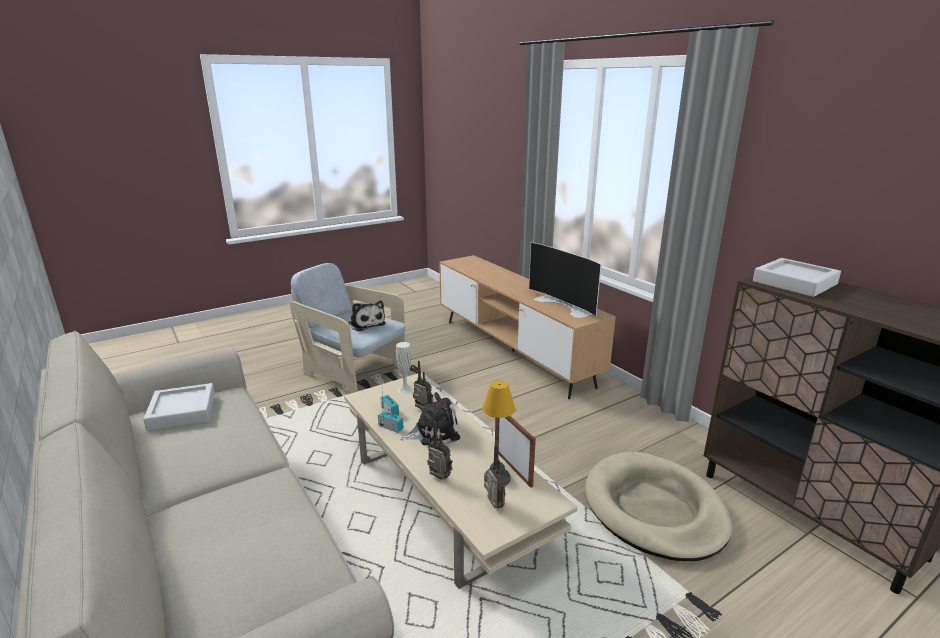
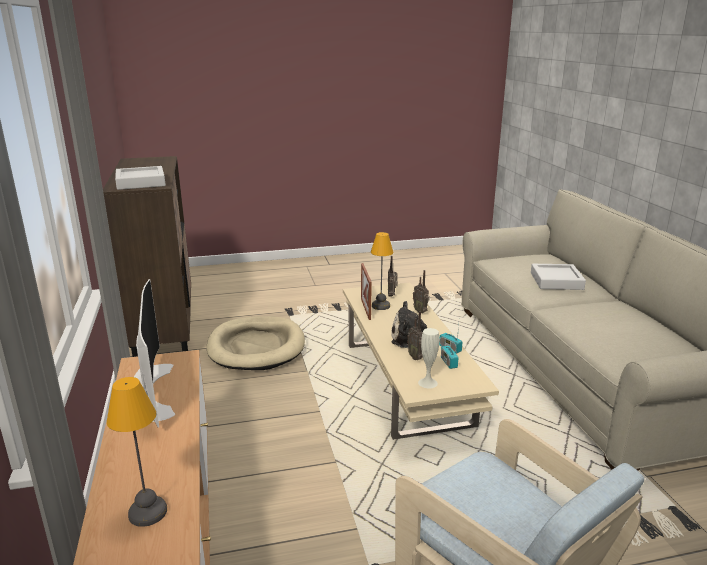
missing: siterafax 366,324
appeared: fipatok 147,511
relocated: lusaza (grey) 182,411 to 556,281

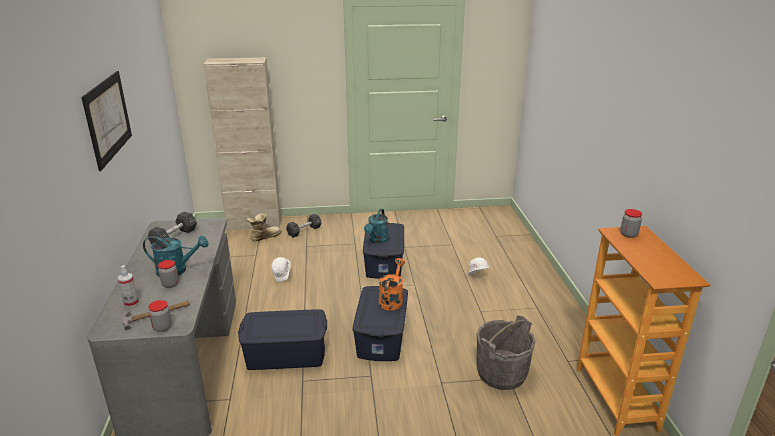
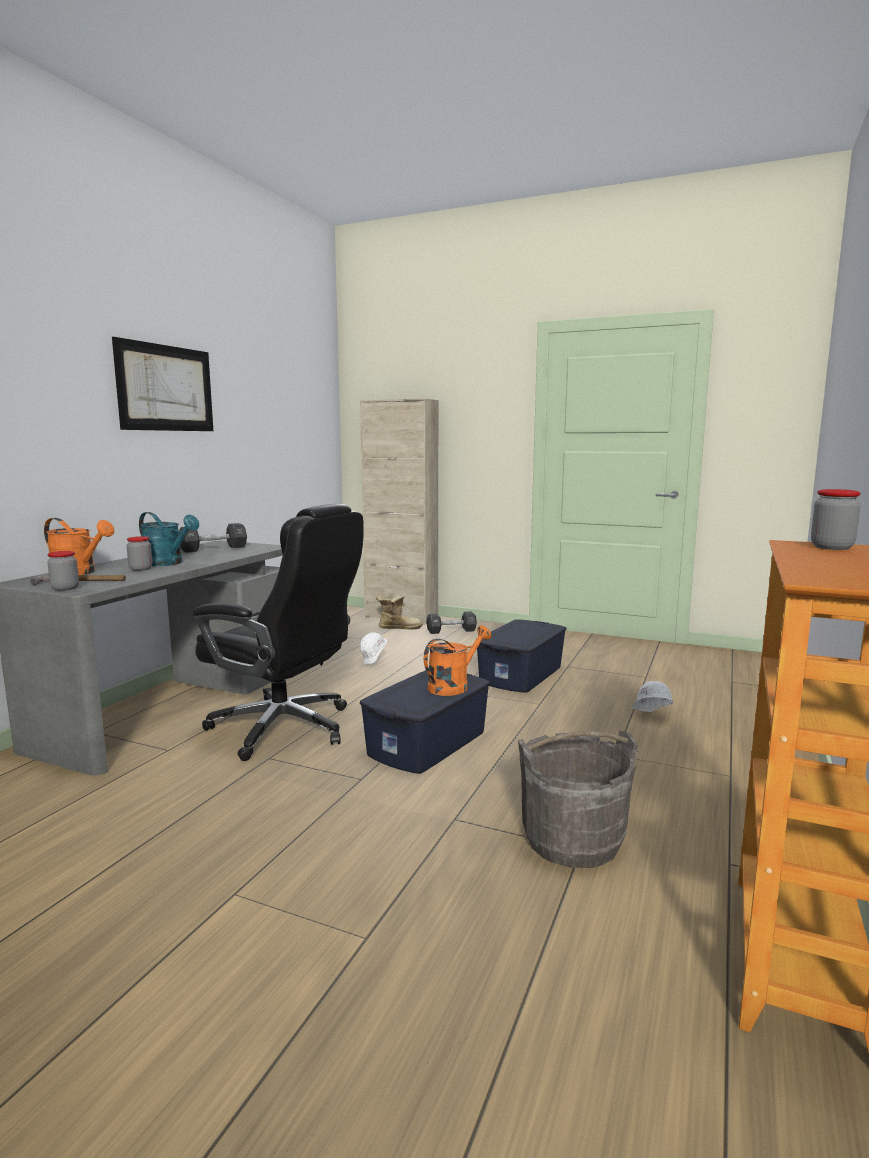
missing: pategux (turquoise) 377,240
exchanged: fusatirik 131,303 to pategux (orange) 79,573; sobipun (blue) 286,354 to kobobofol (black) 285,728

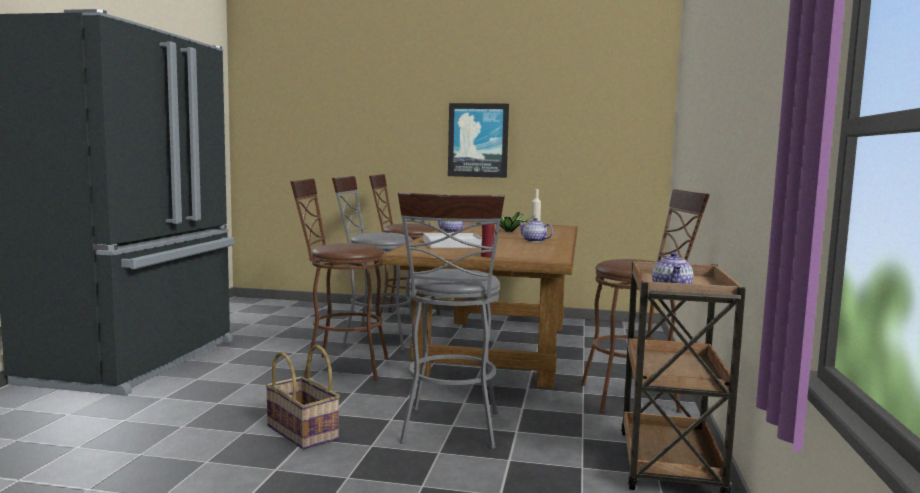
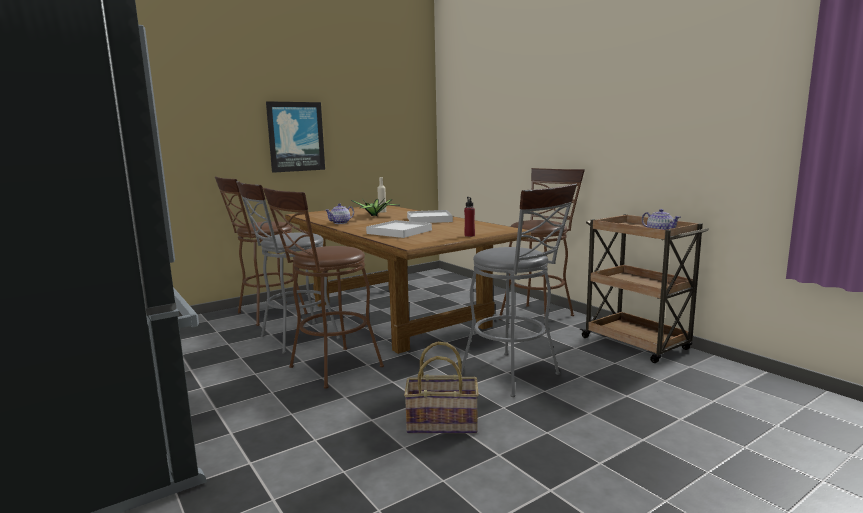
exchanged: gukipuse 534,241 to lusaza (white) 429,219

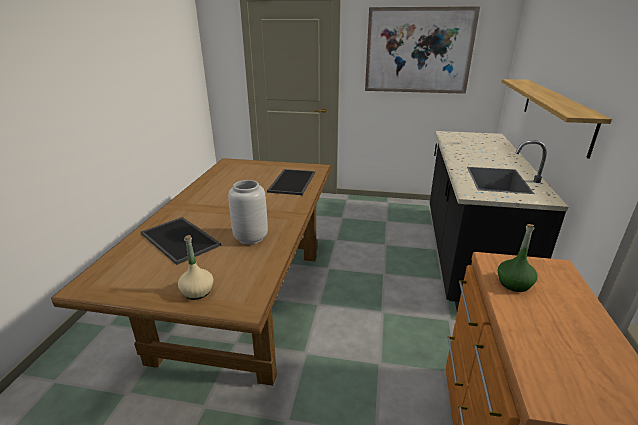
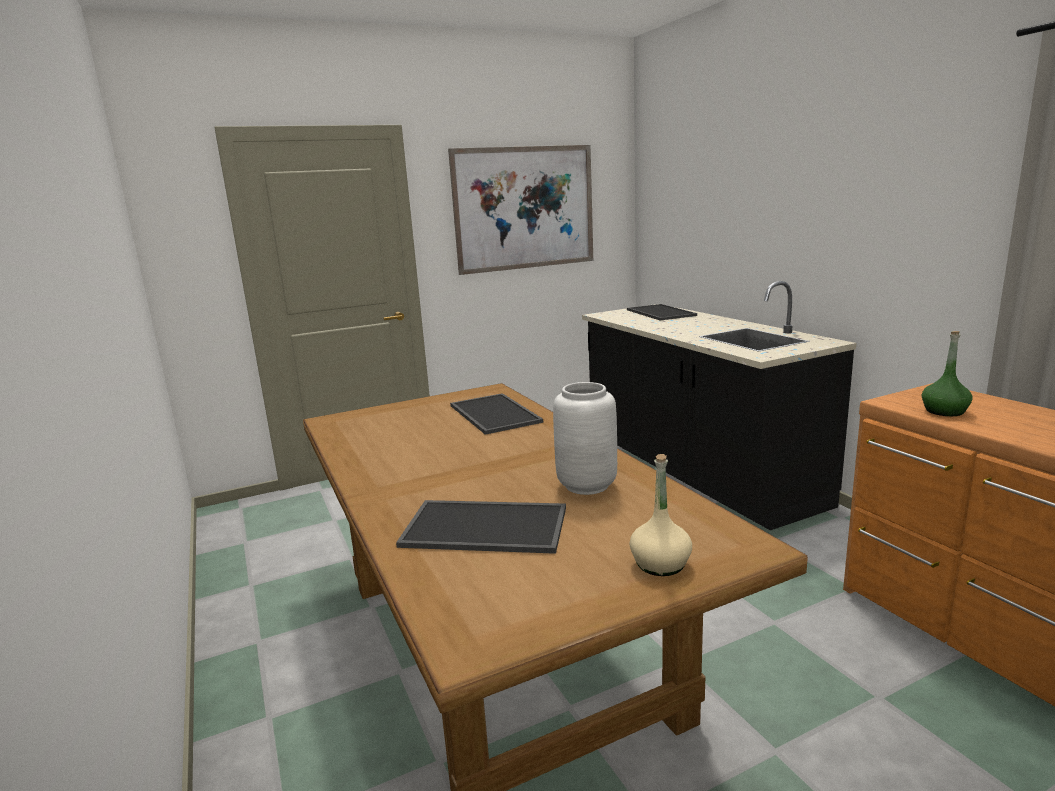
missing: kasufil 555,112
appeared: lusaza 659,313

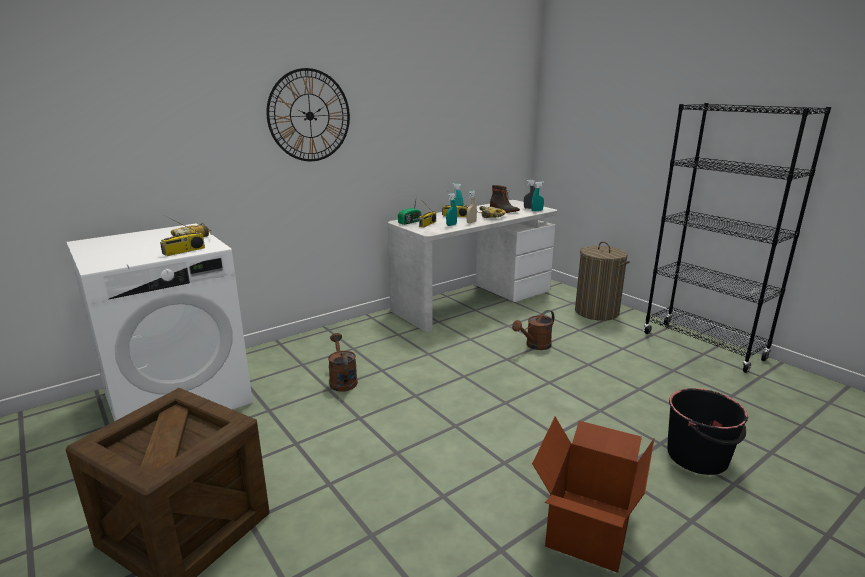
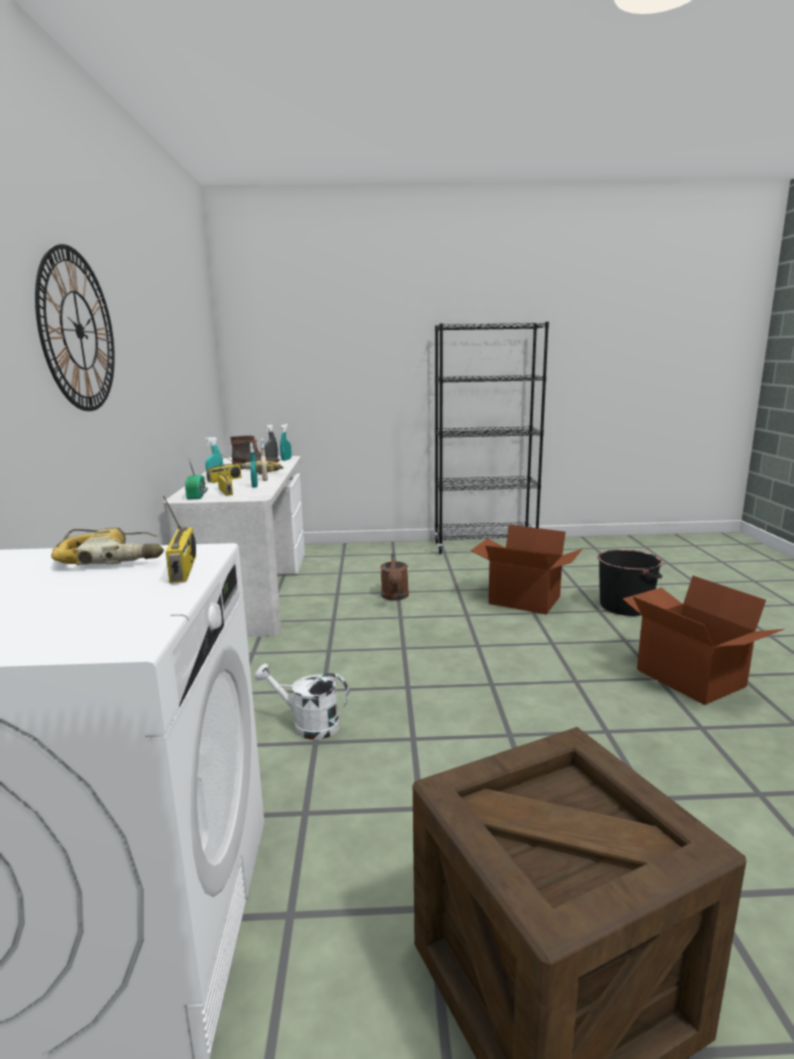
missing: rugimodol 596,312
appeared: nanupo 523,601
colour: pategux (brown) 342,380 to pategux (white) 308,725

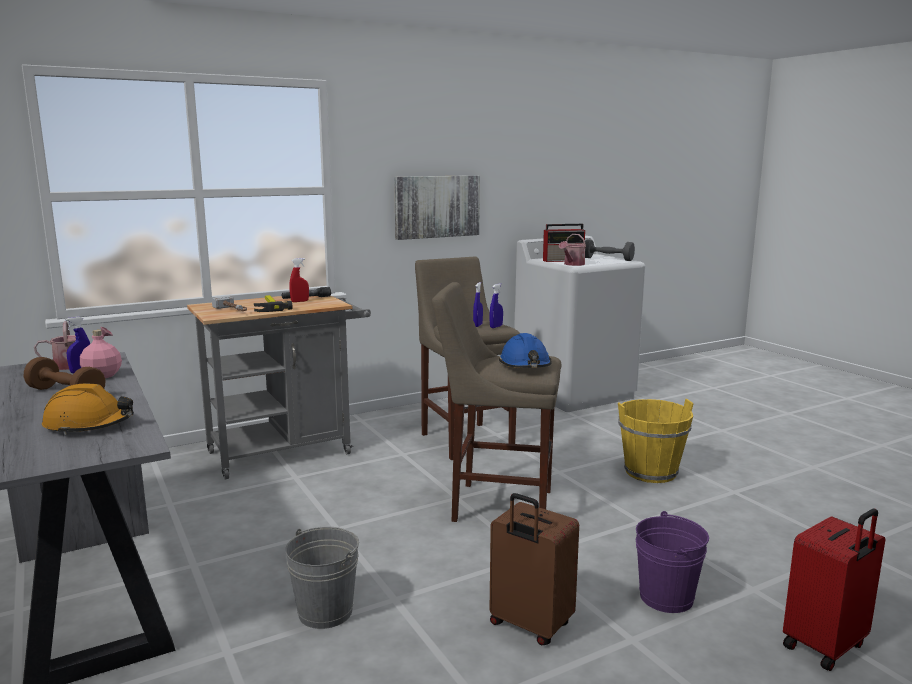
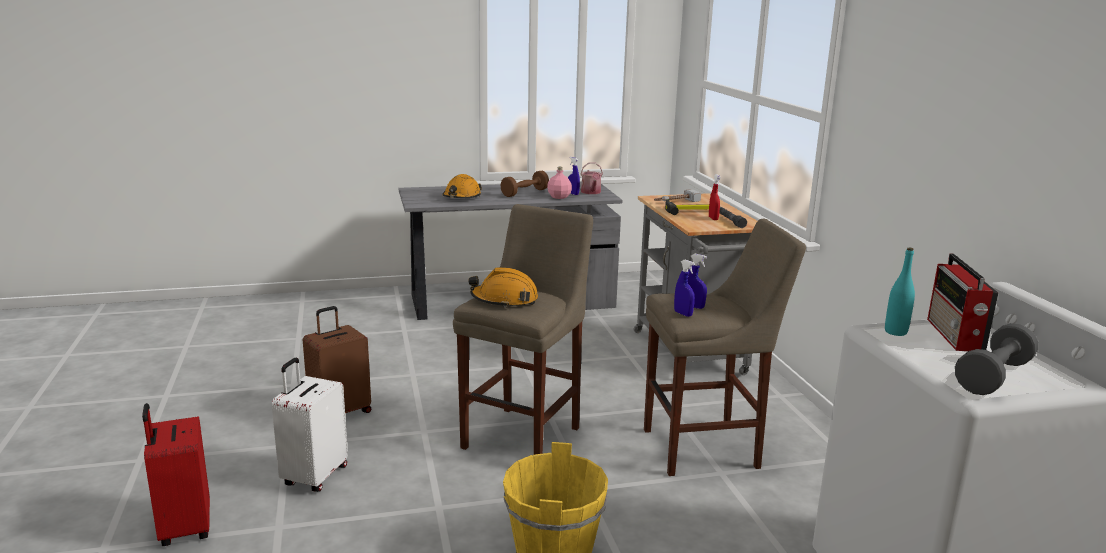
missing: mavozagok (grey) 325,612; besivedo 437,206
exchanged: pategux 572,264 to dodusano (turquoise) 895,332; mavozagok (purple) 666,597 to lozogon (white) 314,476
colour: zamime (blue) 525,365 to zamime (orange) 504,300

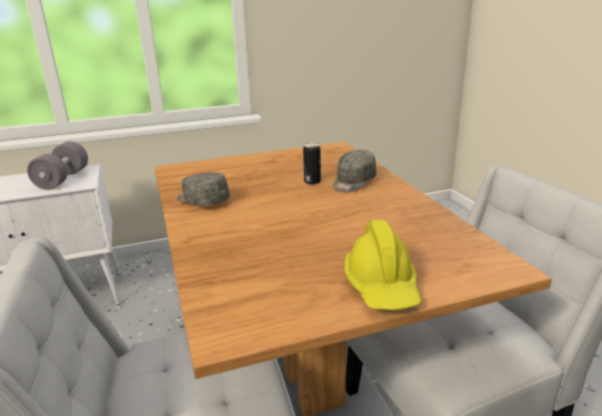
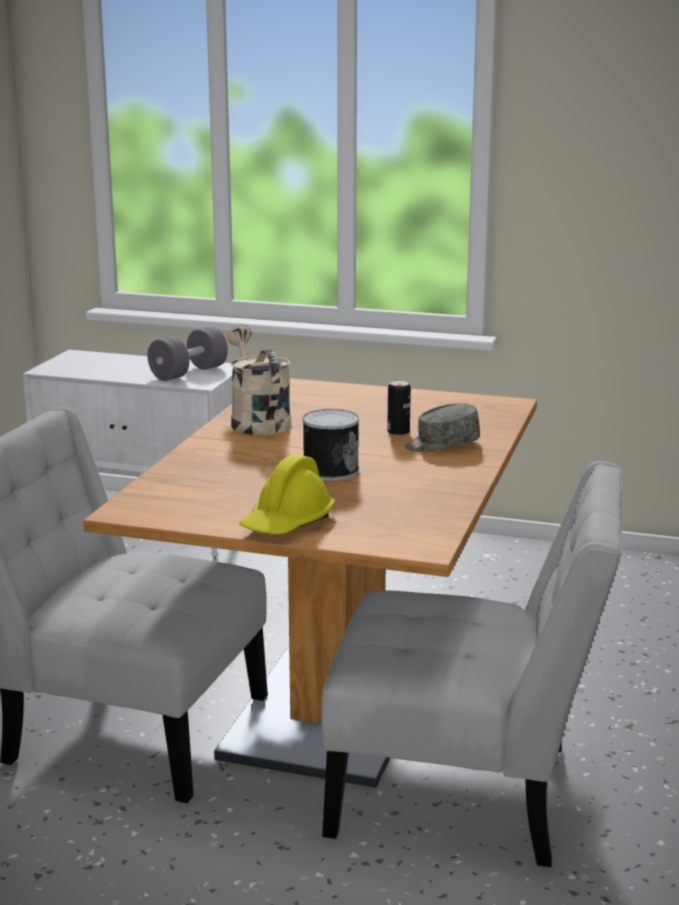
appeared: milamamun 329,470
exchanged: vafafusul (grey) 202,201 to pategux (beige) 257,421

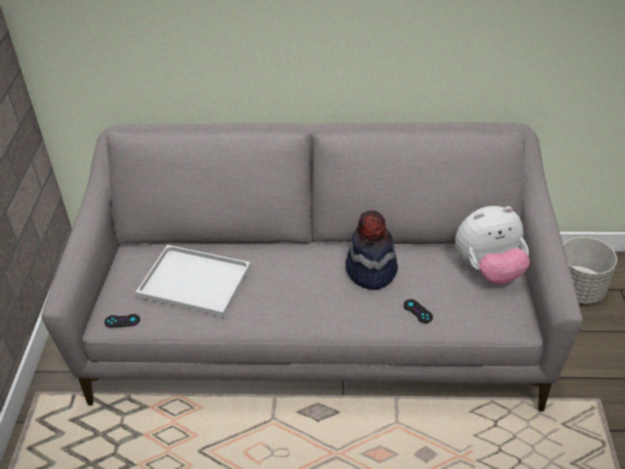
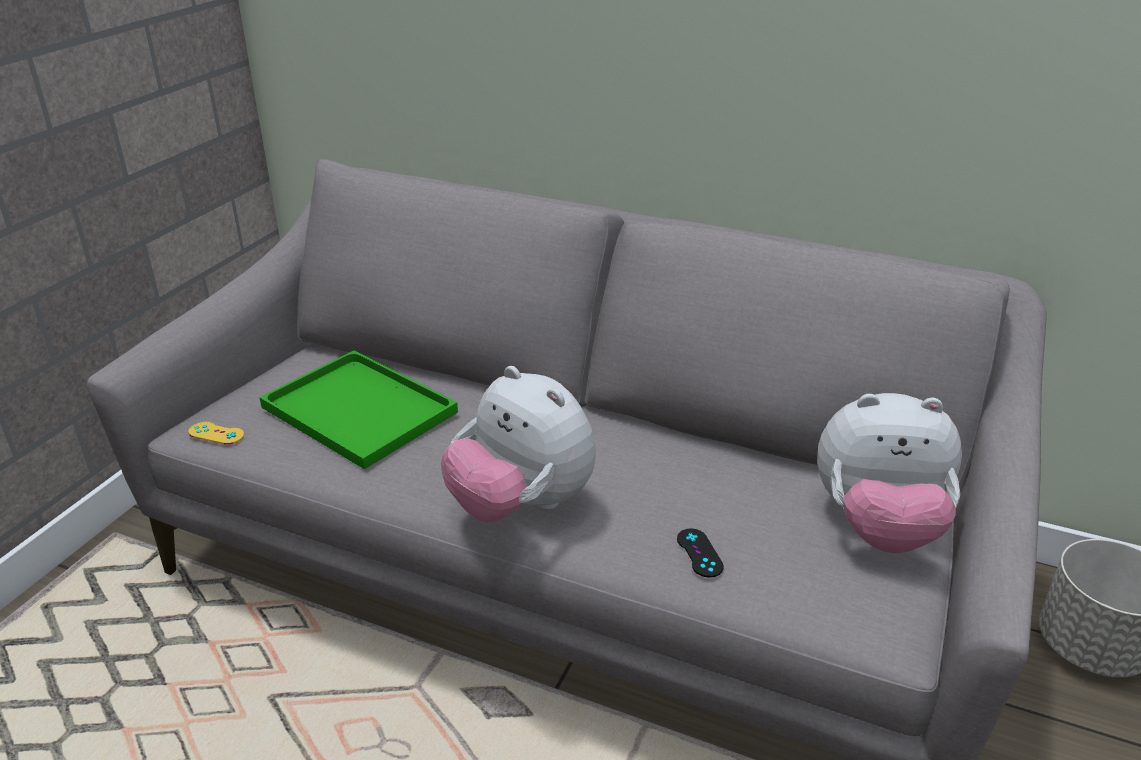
missing: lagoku 371,270
appeared: siterafax 521,505
colour: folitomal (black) 122,321 to folitomal (yellow) 216,433; lusaza (white) 192,282 to lusaza (green) 355,409

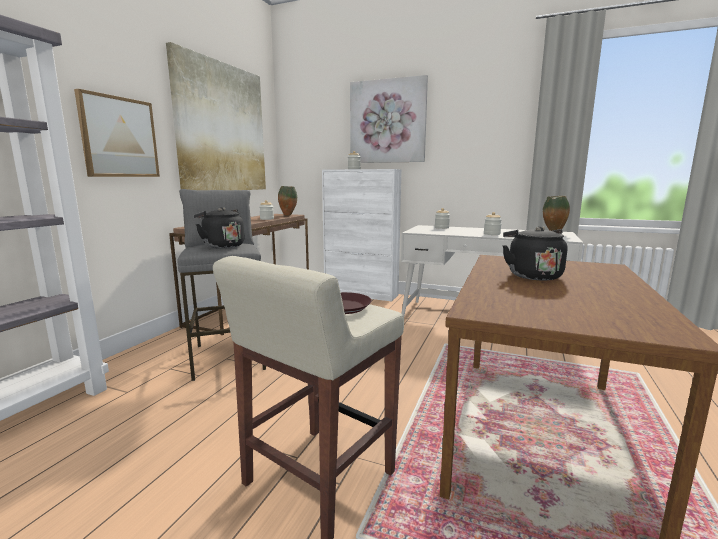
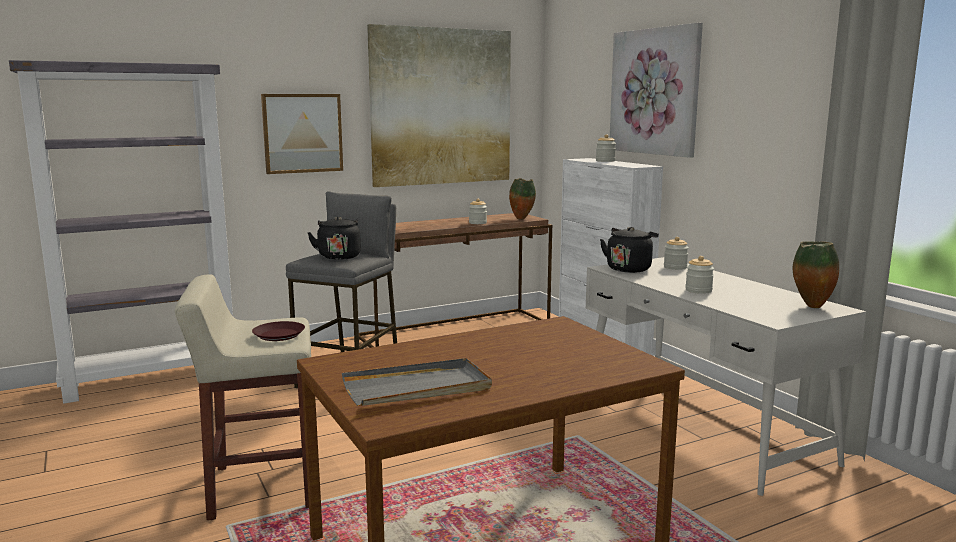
appeared: lusaza (grey) 418,388
relocated: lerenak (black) 532,275 to 629,268

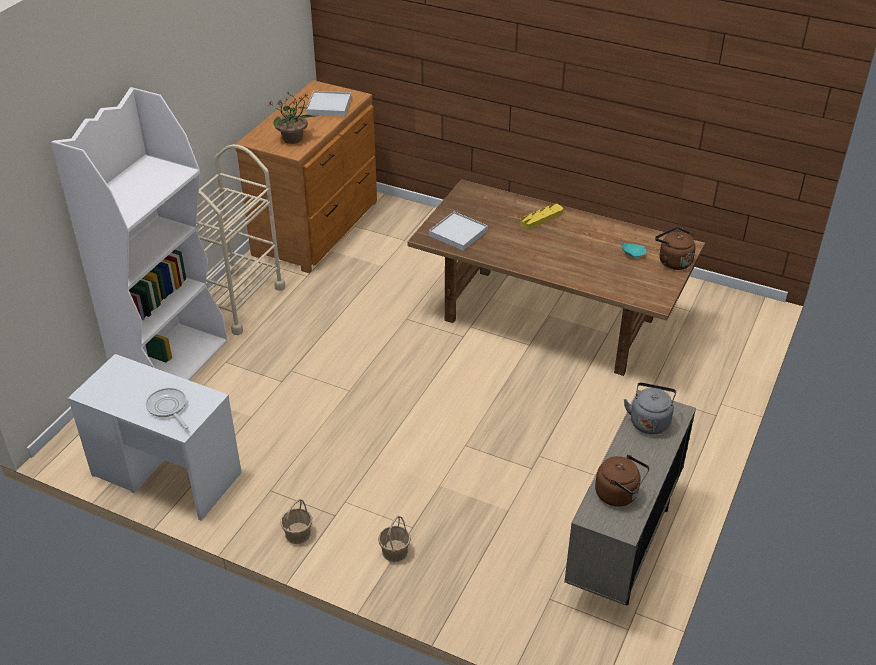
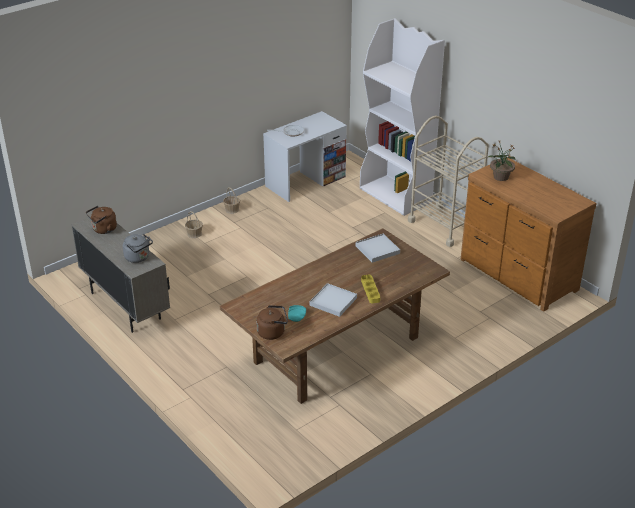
relocated: lusaza (white) 328,106 to 333,301

